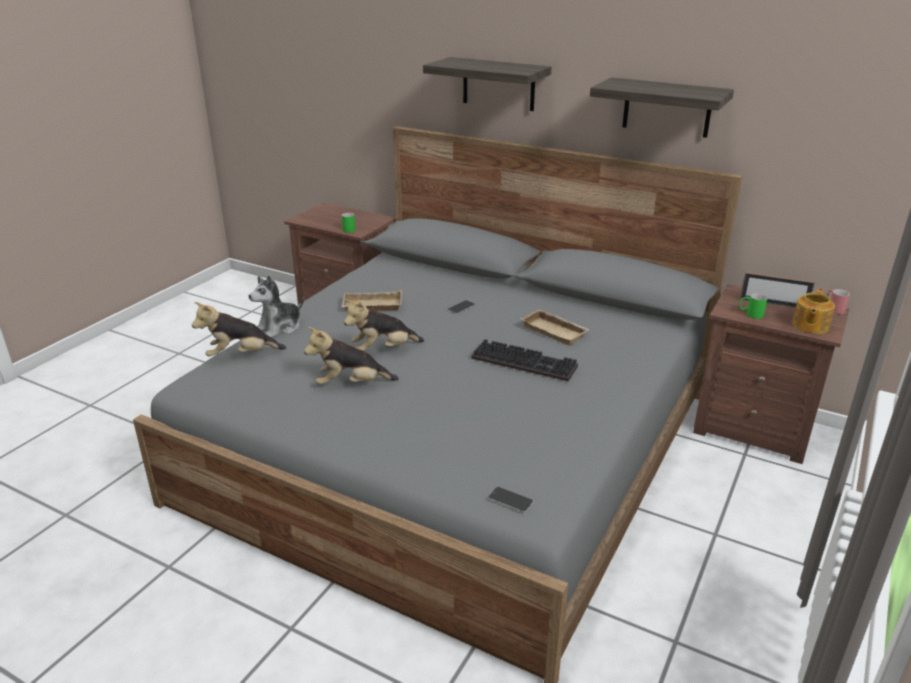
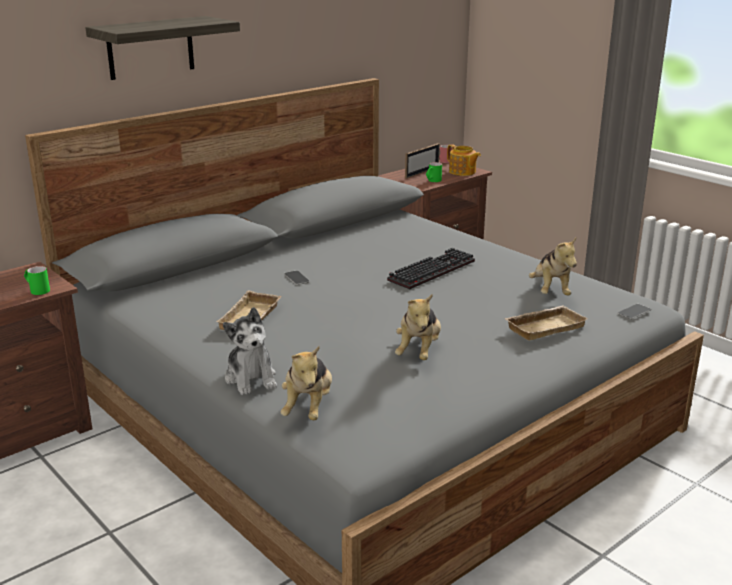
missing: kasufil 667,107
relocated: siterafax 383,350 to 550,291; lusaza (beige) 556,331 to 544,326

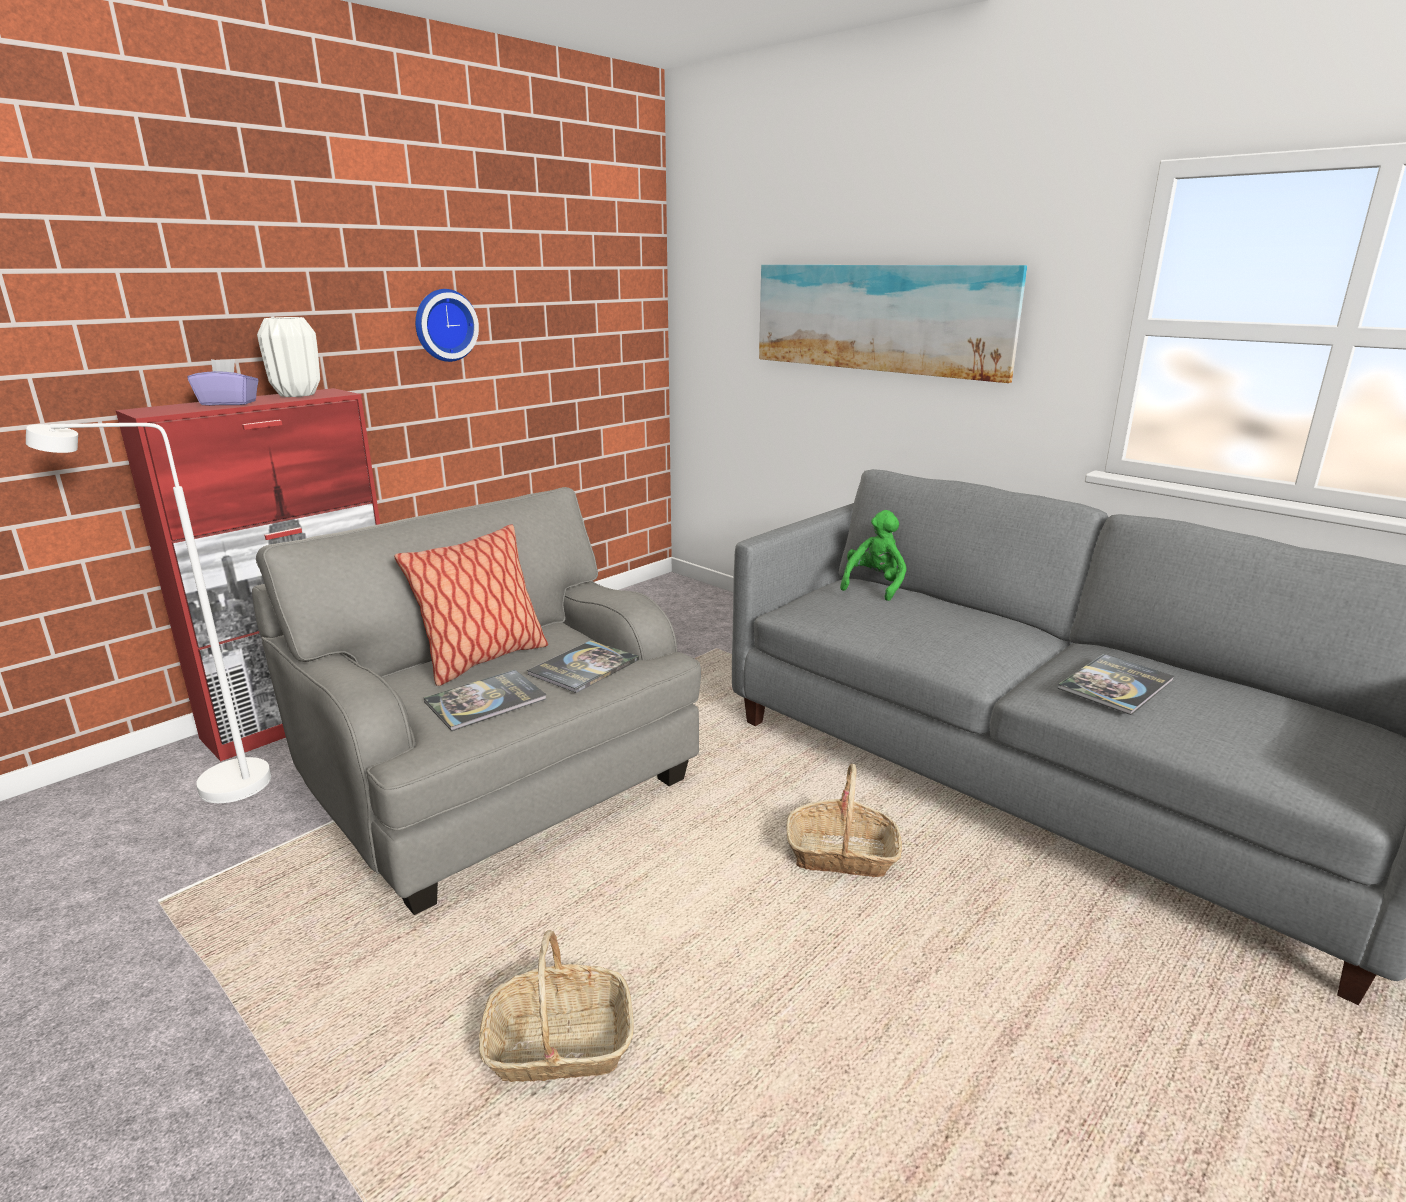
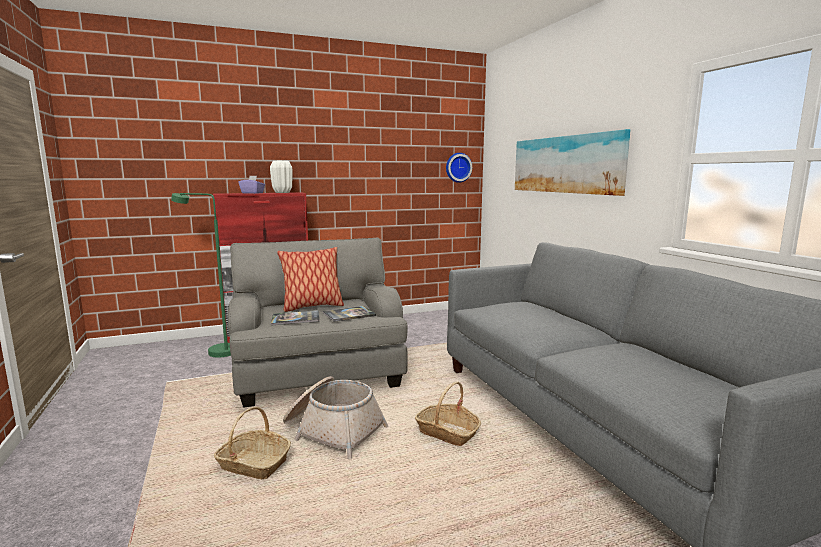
missing: siterafax (green) 874,586; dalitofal 1115,685
appeared: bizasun 333,430
relocated: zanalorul 444,325 to 458,167
colour: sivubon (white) 214,787 to sivubon (green) 215,351

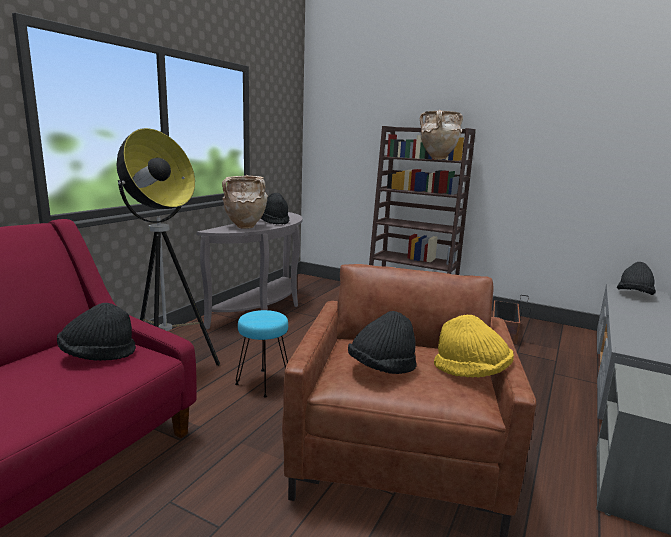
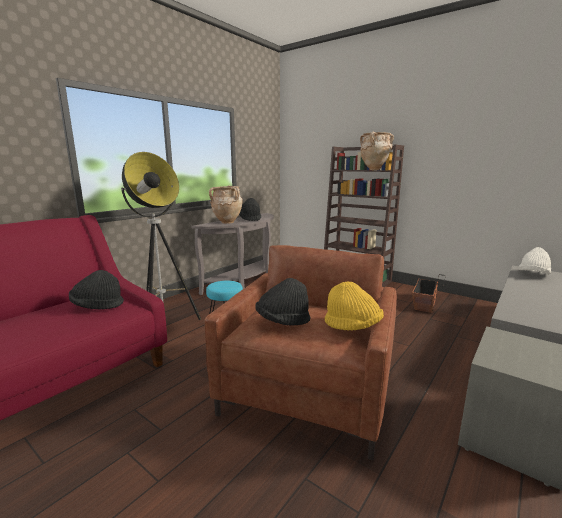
colour: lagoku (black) 634,295 to lagoku (white) 533,275

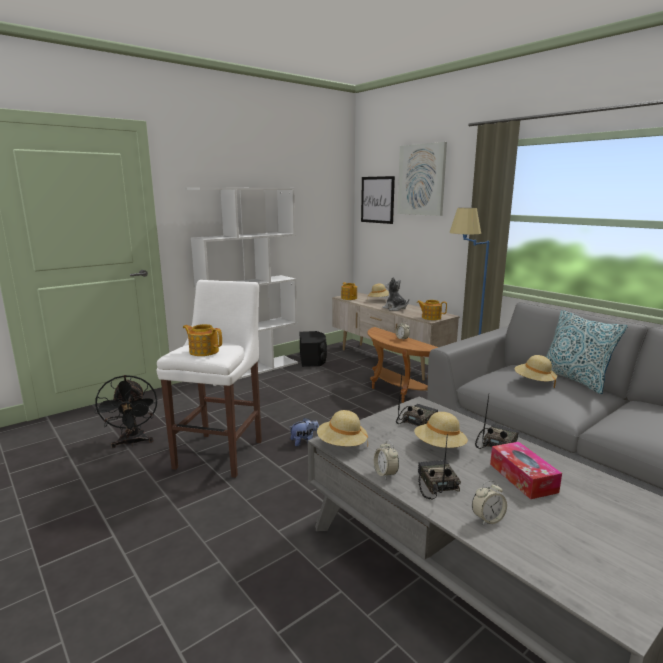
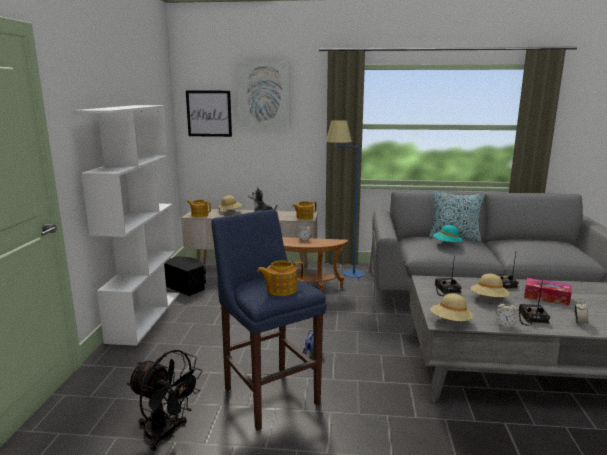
colour: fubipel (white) 222,452 to fubipel (blue) 269,393; lagoku (beige) 534,382 to lagoku (turquoise) 446,244
spun: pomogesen 435,484 = 531,318 60 degrees clockwise

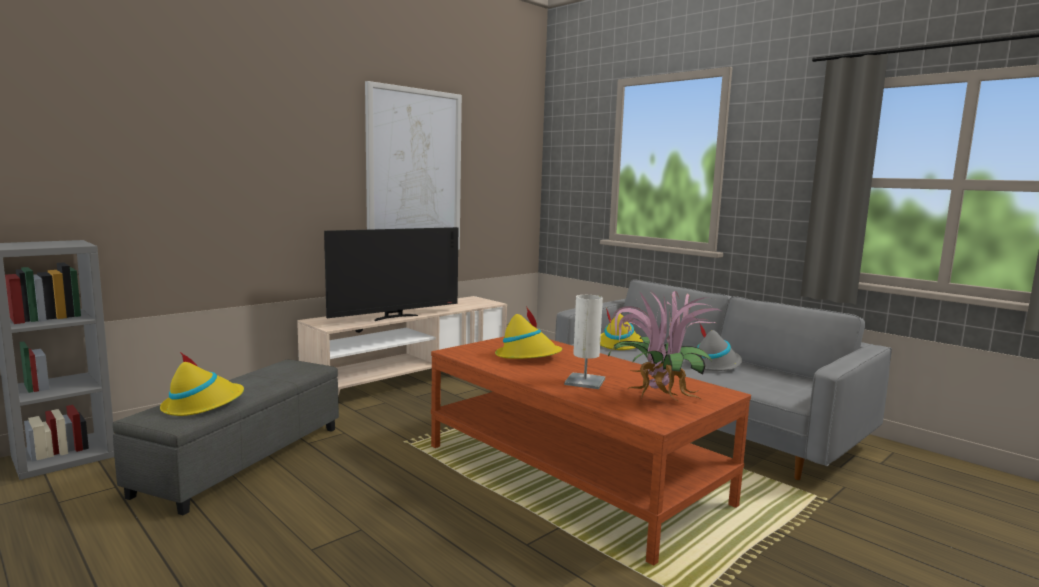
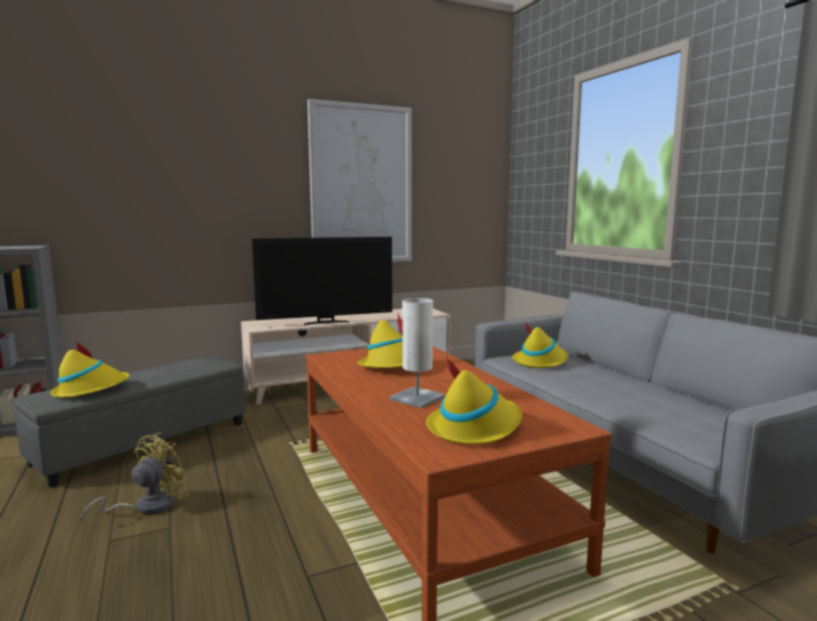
missing: lagoku (grey) 714,364
appeared: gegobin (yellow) 146,507
exchanged: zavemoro 656,399 to lagoku (yellow) 474,427

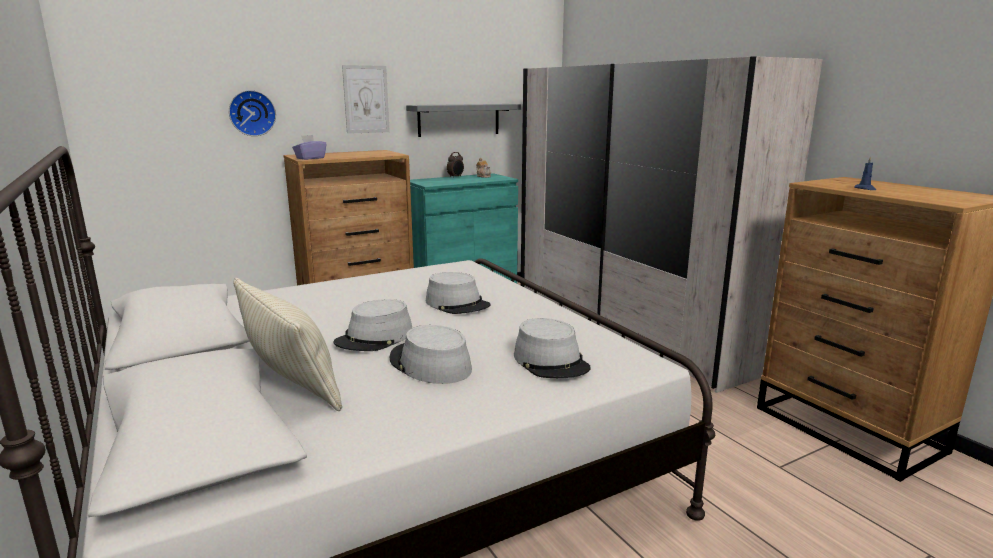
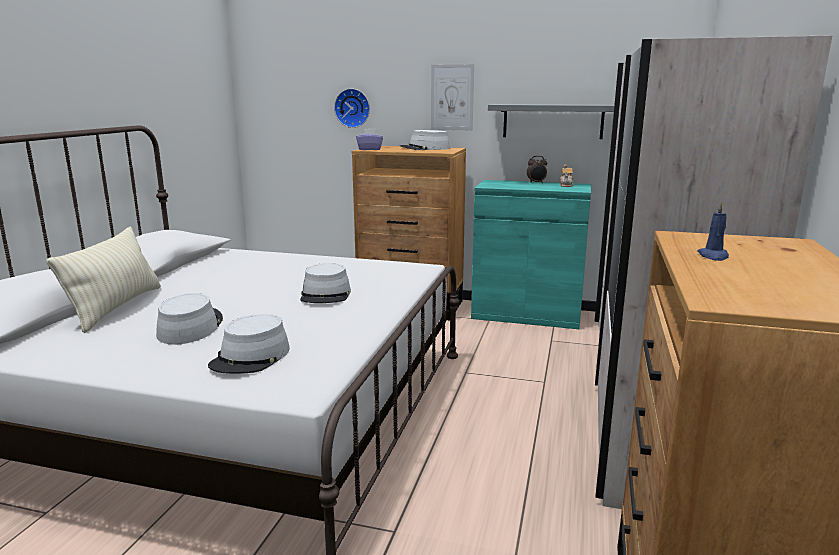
relocated: lagoku (grey) 375,338 to 425,148

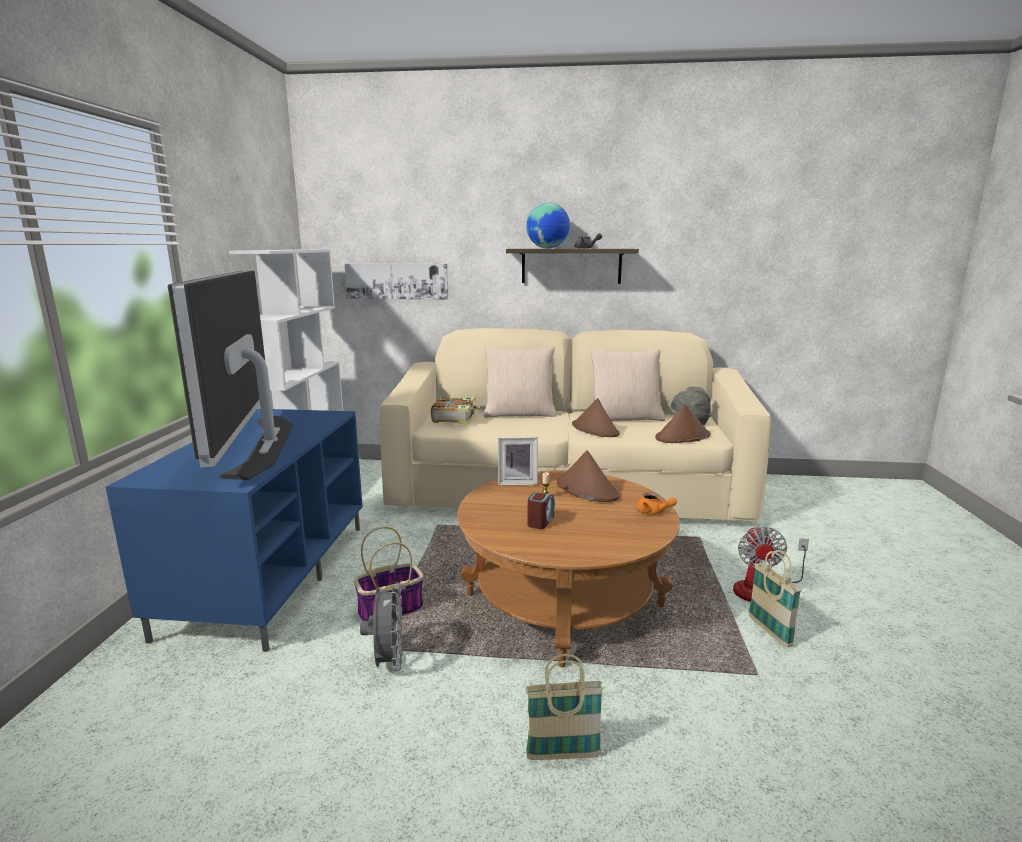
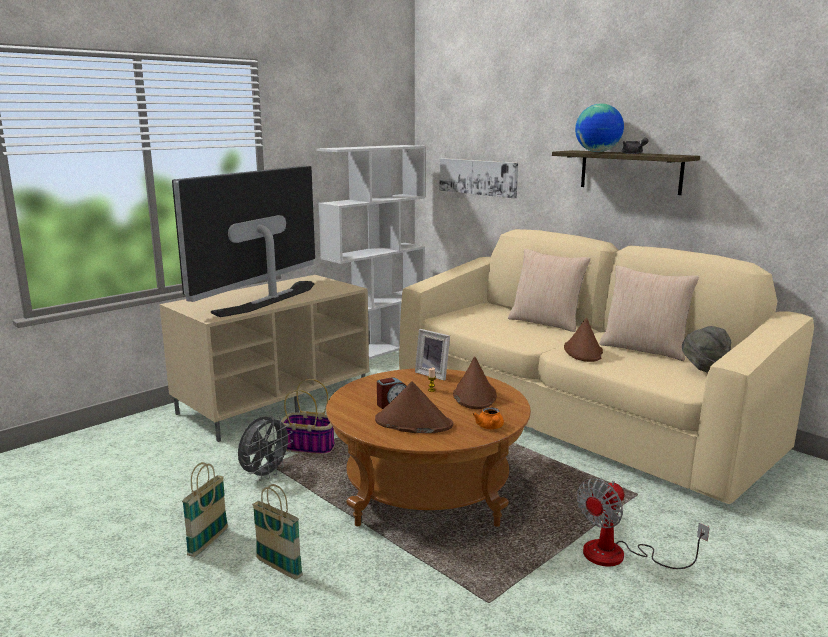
missing: dalitofal 455,418
relocated: lagoku (brown) 682,437 to 413,423; bizasun 769,631 to 208,542
colour: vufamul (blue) 269,575 to vufamul (beige) 274,401

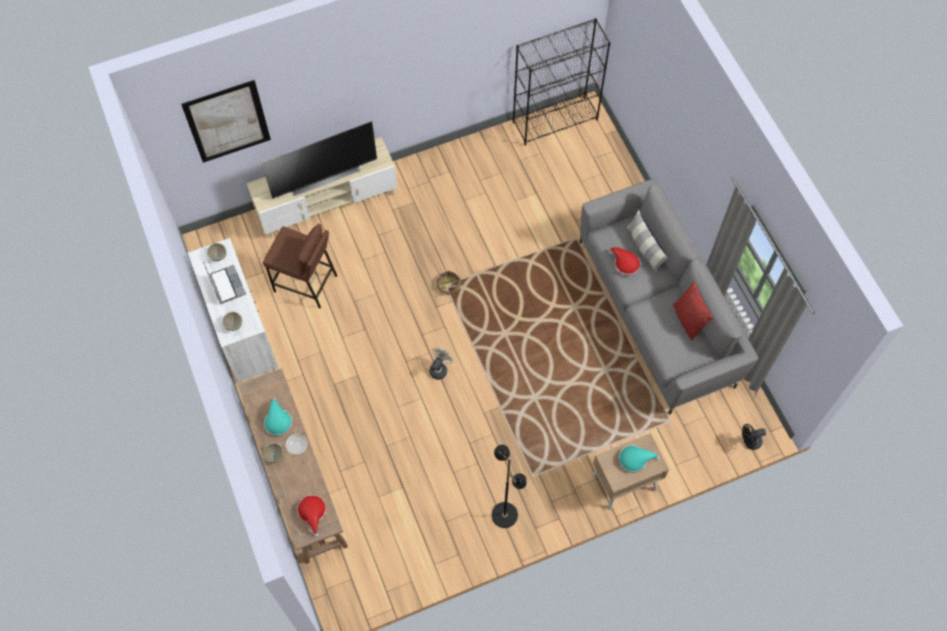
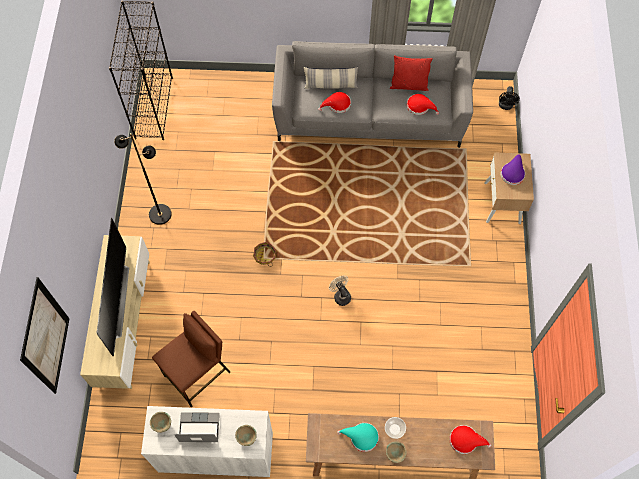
appeared: lagoku (red) 420,106
relocated: sivubon (black) 505,514 to 160,214
colour: lagoku (turquoise) 635,459 to lagoku (purple) 512,173

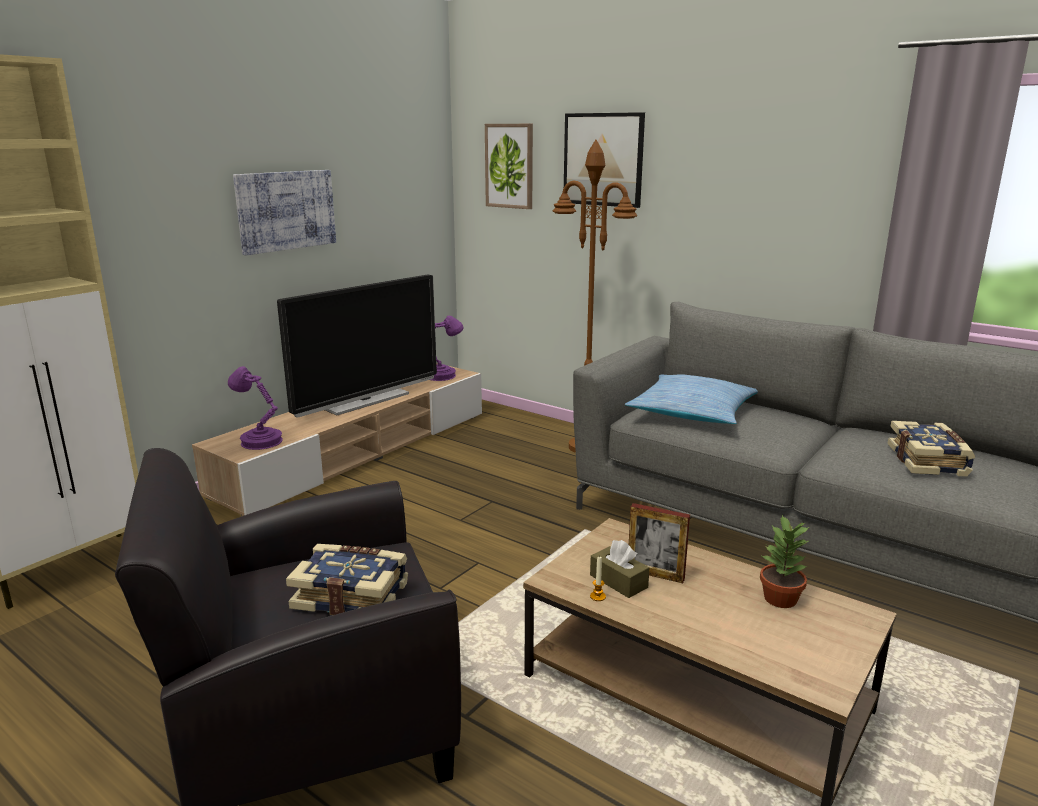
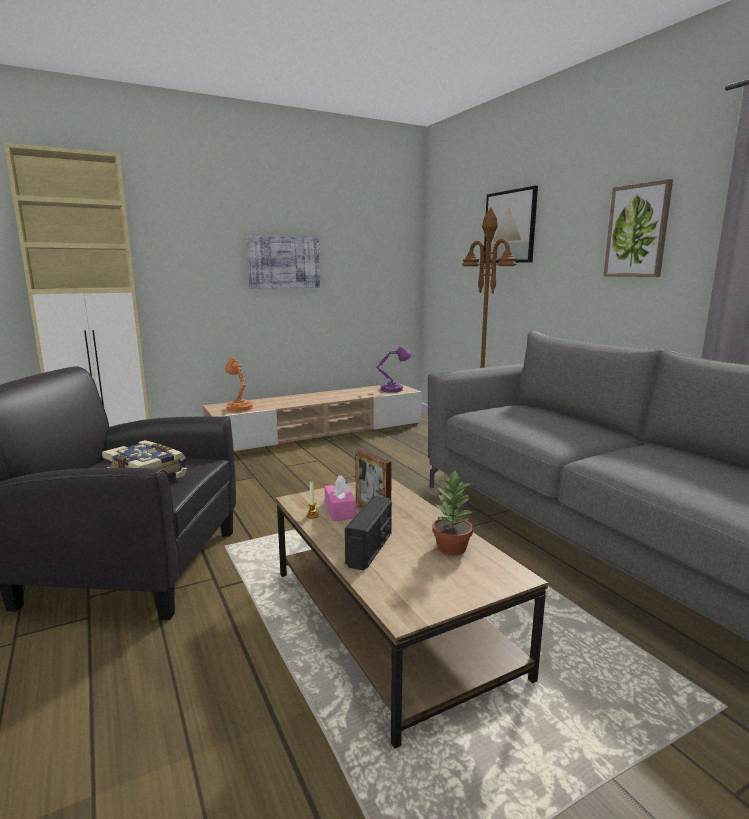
missing: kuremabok 366,401; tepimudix 692,412; dalitofal 928,461
appeared: pomogesen 370,549
relocated: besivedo 509,166 to 637,231
colour: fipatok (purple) 259,441 to fipatok (orange) 238,408; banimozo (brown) 618,581 to banimozo (pink) 340,510

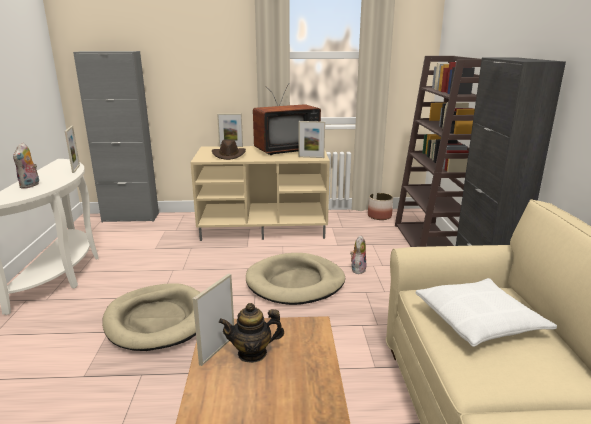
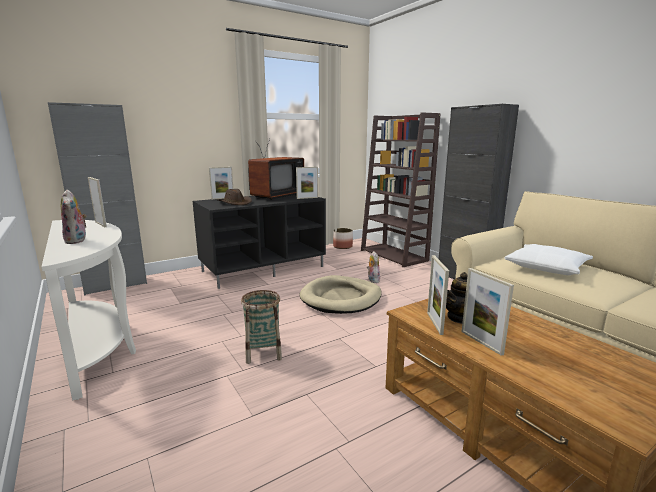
appeared: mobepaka 481,342
exchanged: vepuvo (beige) 158,320 to bizasun 263,352
colour: vufamul (beige) 264,227 to vufamul (black) 264,268

